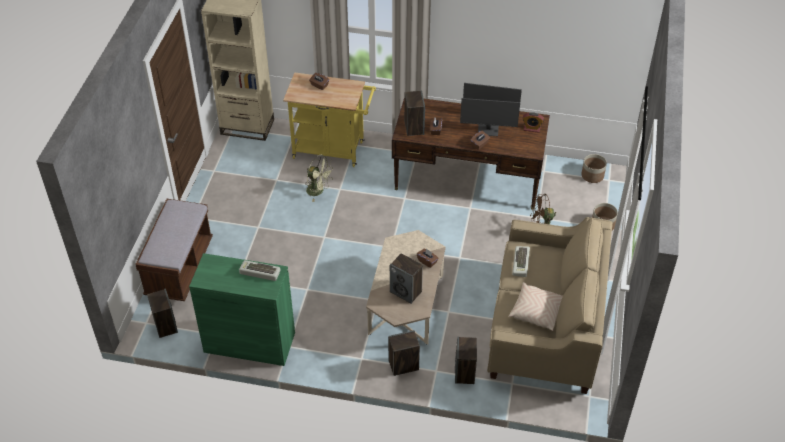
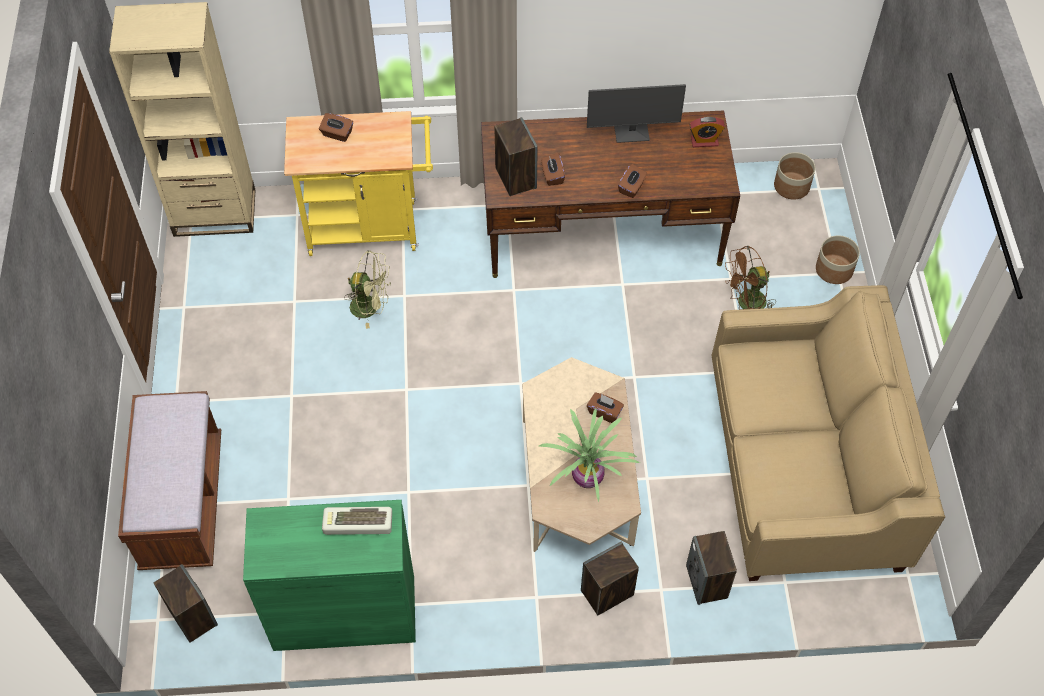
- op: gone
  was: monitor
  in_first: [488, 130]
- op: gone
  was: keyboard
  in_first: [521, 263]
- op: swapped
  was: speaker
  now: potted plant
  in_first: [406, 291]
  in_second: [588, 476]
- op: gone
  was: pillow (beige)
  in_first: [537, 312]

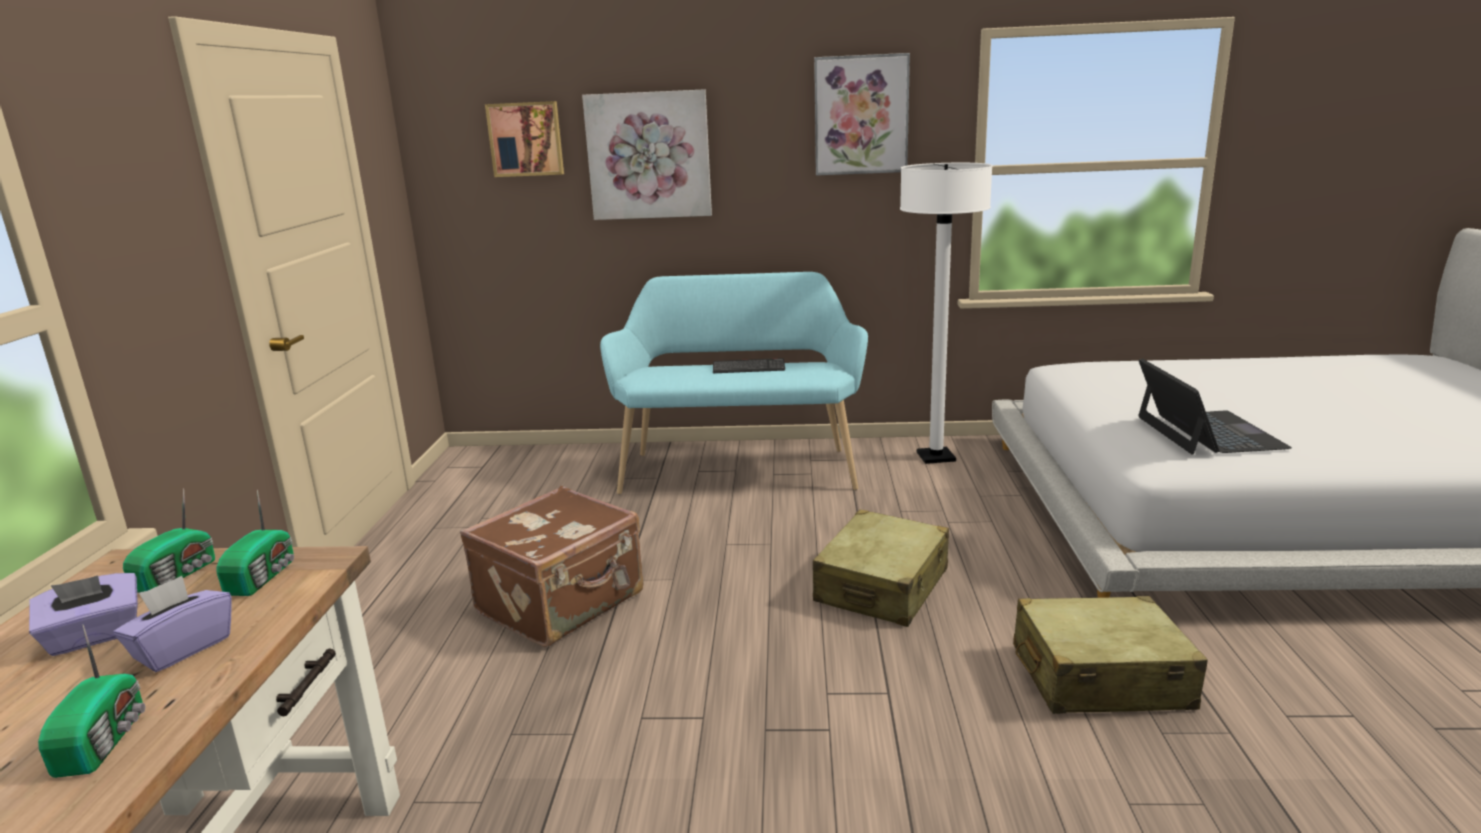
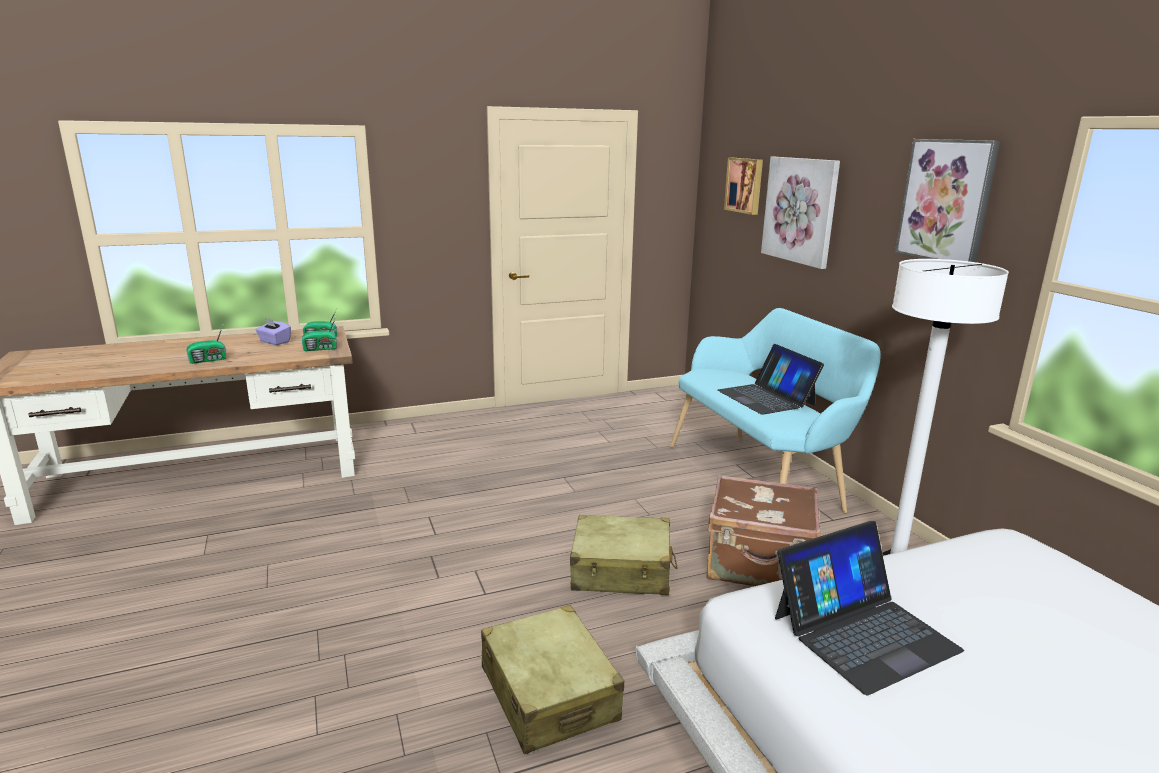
- op: swapped
  was: keyboard
  now: laptop
  in_first: [748, 368]
  in_second: [766, 397]
- op: shifted
  was: suitcase (brown)
  in_first: [563, 603]
  in_second: [759, 566]
- op: gone
  was: tissue box (purple)
  in_first: [183, 648]

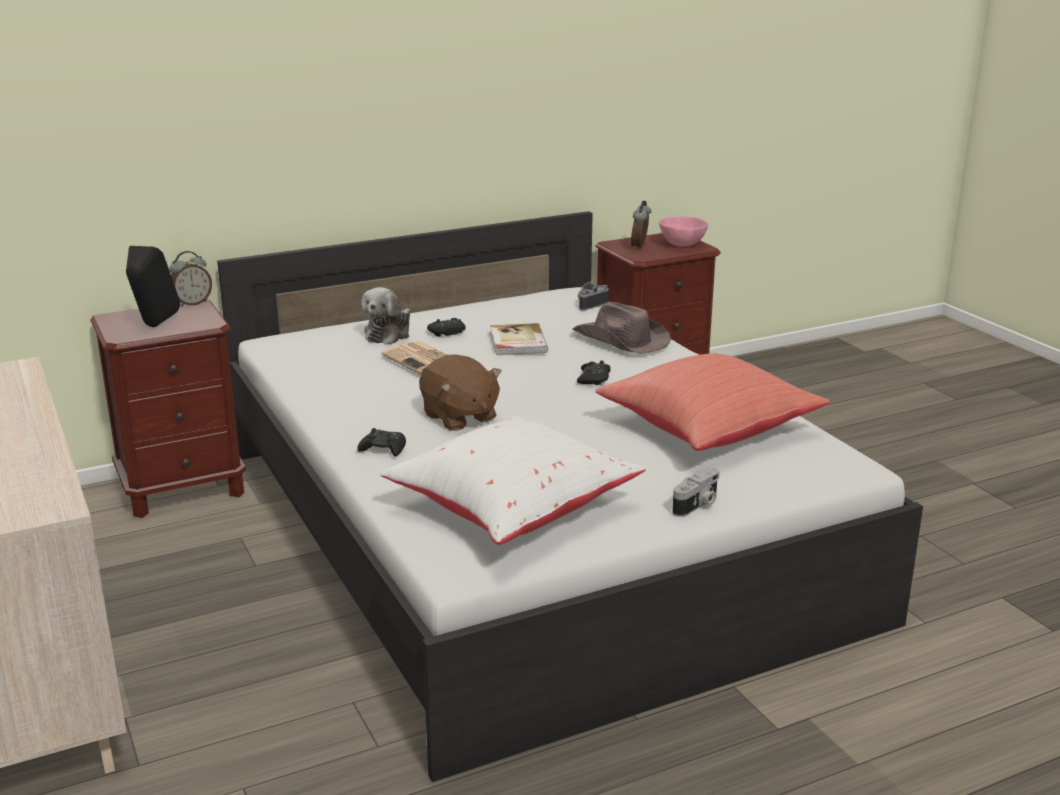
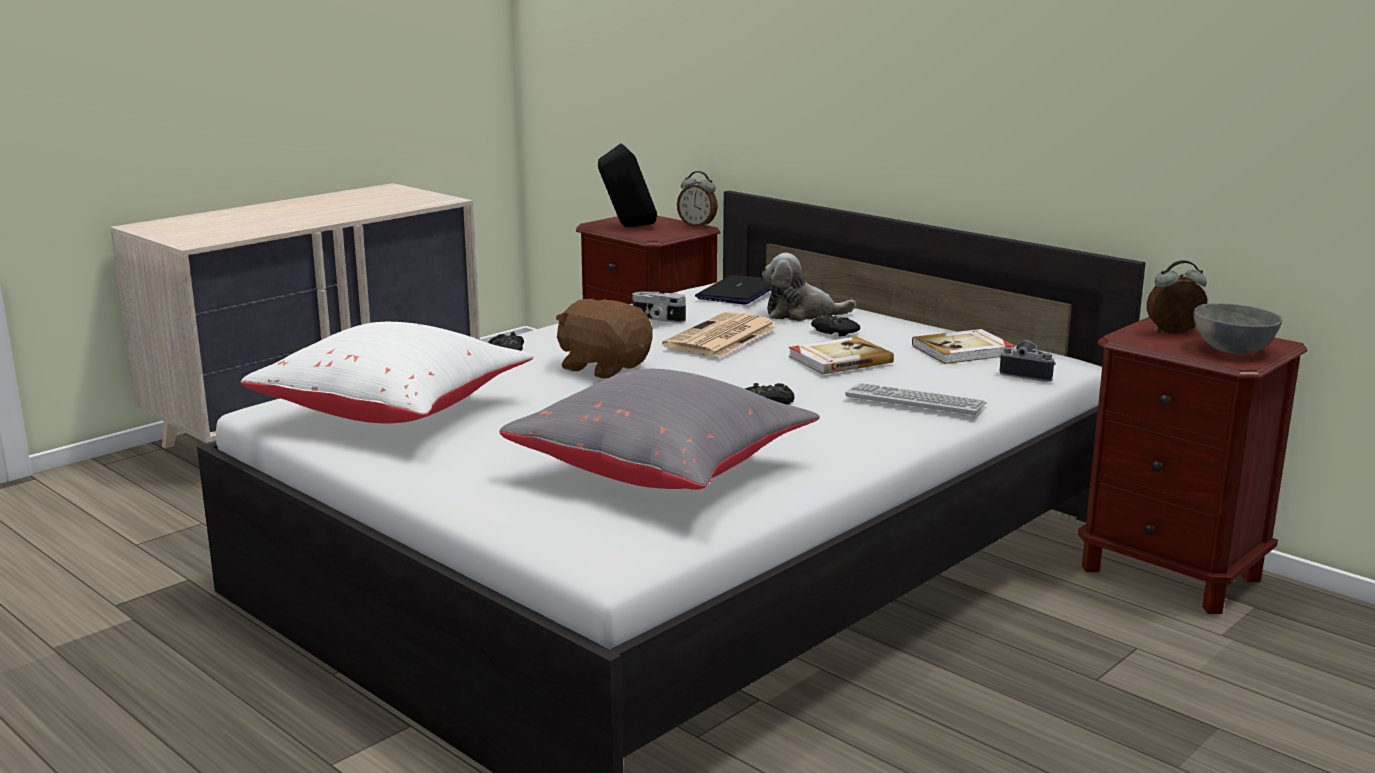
- op: repainted
  was: bowl (pink)
  now: bowl (grey)
  in_first: [681, 244]
  in_second: [1230, 349]
- op: swapped
  was: hat (brown)
  now: keyboard
  in_first: [621, 340]
  in_second: [915, 401]
- op: repainted
  was: pillow (red)
  now: pillow (grey)
  in_first: [706, 429]
  in_second: [663, 471]
- op: rotated
  was: plush toy (brown)
  in_first: [459, 417]
  in_second: [604, 367]
  clockwise: 90
- op: shifted
  was: photo camera
  in_first: [697, 505]
  in_second: [657, 319]
- op: new
  now: laptop
  in_second: [738, 292]
- op: new
  now: book
  in_second: [964, 350]

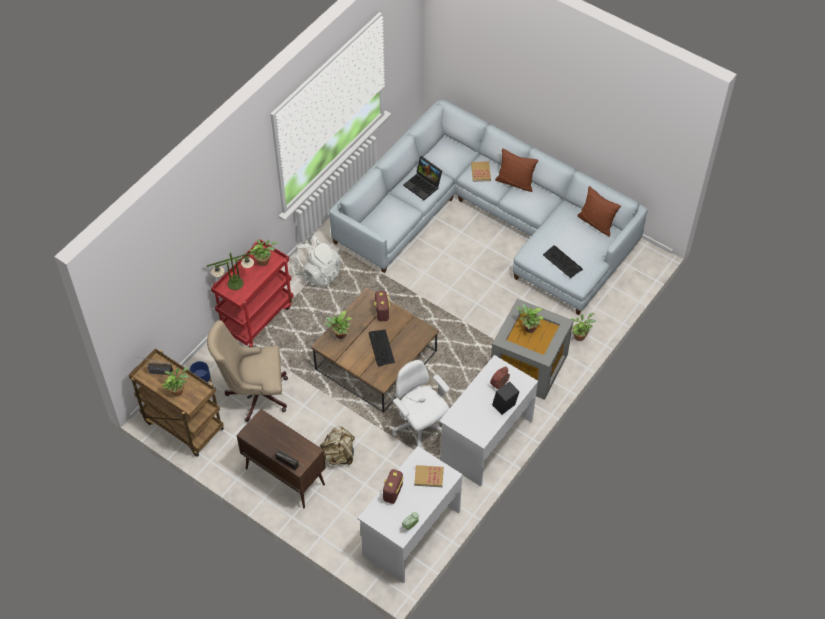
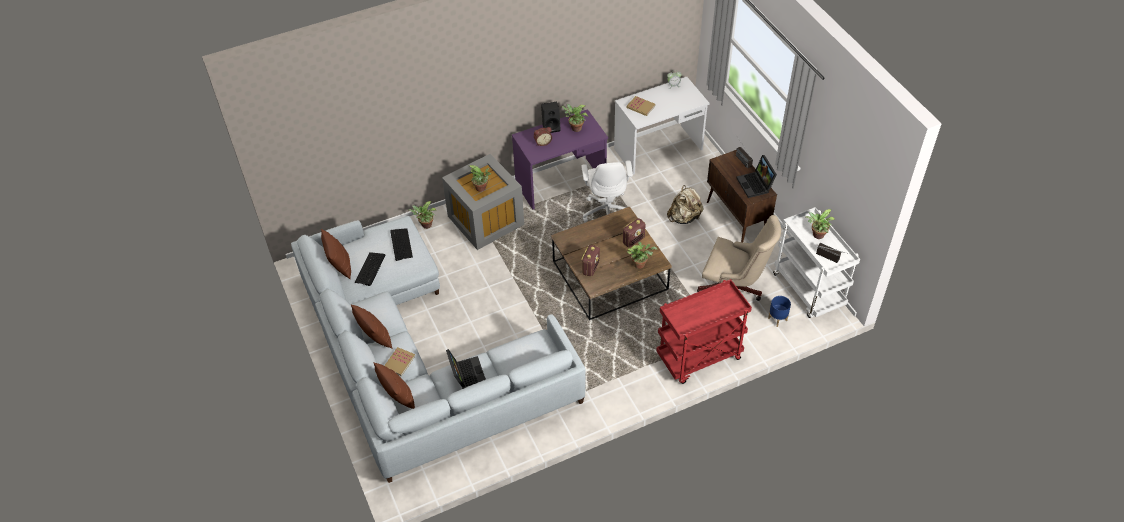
- op: gone
  was: backpack (white)
  in_first: [318, 273]
- op: shifted
  was: potted plant
  in_first: [264, 261]
  in_second: [575, 128]
- op: gone
  was: table lamp
  in_first: [235, 284]
- op: shifted
  was: keyboard
  in_first: [381, 348]
  in_second: [370, 269]
- op: repainted
  was: cart (brown)
  now: cart (white)
  in_first: [182, 425]
  in_second: [809, 291]
- op: repainted
  was: desk (white)
  now: desk (purple)
  in_first: [485, 440]
  in_second: [561, 184]
- op: shifted
  was: radio
  in_first: [393, 493]
  in_second: [633, 240]
- op: new
  now: laptop
  in_second: [756, 185]
- op: new
  now: pillow (brown)
  in_second: [398, 396]

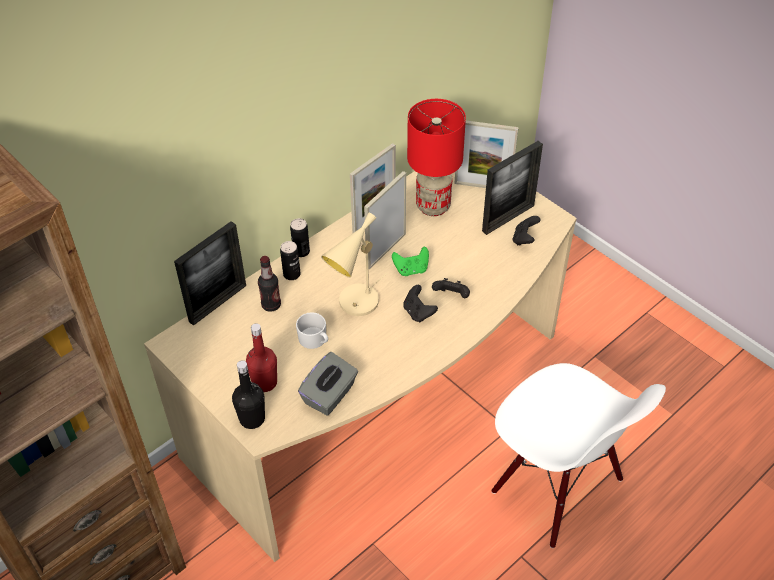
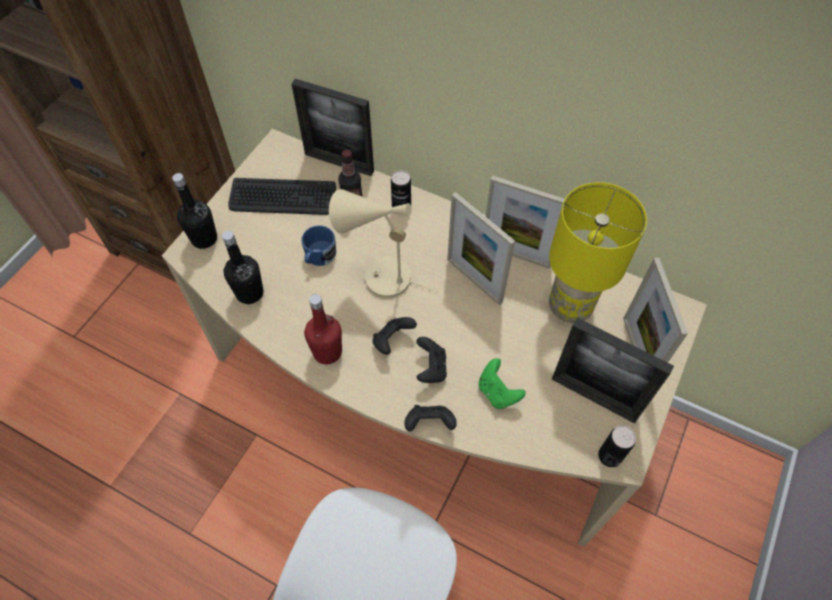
- op: repainted
  was: table lamp (red)
  now: table lamp (yellow)
  in_first: [433, 206]
  in_second: [571, 307]
- op: rotated
  was: picture frame
  in_first: [386, 250]
  in_second: [474, 280]
  clockwise: -150
- op: shifted
  was: game controller (black)
  in_first: [524, 239]
  in_second: [429, 423]
- op: shifted
  was: can
  in_first: [301, 251]
  in_second: [609, 456]
- op: shifted
  was: game controller (green)
  in_first: [411, 270]
  in_second: [497, 392]
- op: repainted
  was: mug (white)
  now: mug (blue)
  in_first: [315, 340]
  in_second: [318, 256]
- op: shifted
  was: bottle (red)
  in_first: [264, 382]
  in_second: [327, 352]
- op: swapped
  was: tissue box (grey)
  now: bottle (black)
  in_first: [330, 395]
  in_second: [250, 293]
- op: new
  now: keyboard
  in_second: [282, 198]

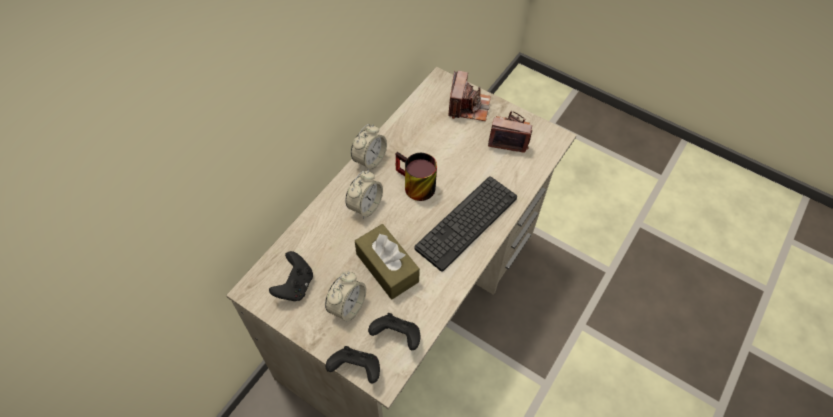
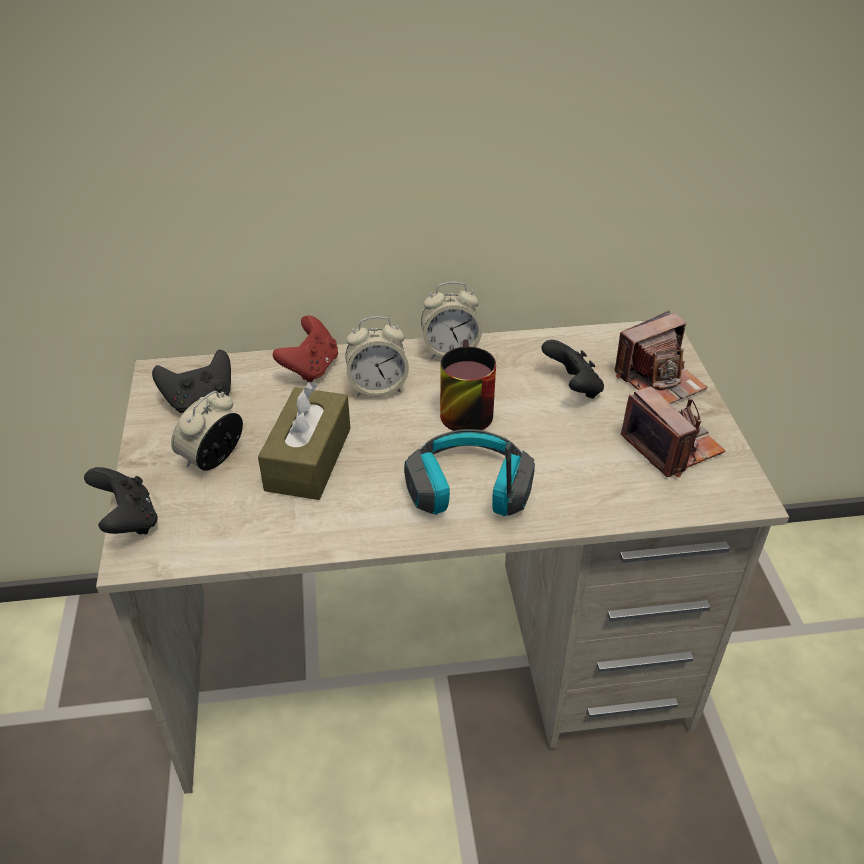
- op: swapped
  was: keyboard
  now: headphones
  in_first: [466, 223]
  in_second: [468, 490]
- op: rotated
  was: alarm clock
  in_first: [347, 306]
  in_second: [213, 459]
  clockwise: 135
- op: shifted
  was: game controller (black)
  in_first: [397, 336]
  in_second: [573, 388]
- op: new
  now: game controller (red)
  in_second: [311, 368]

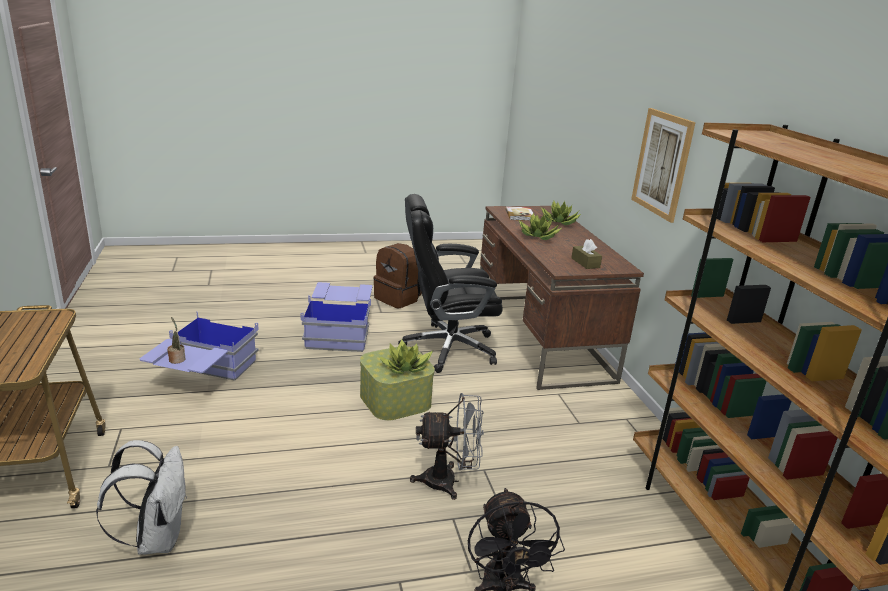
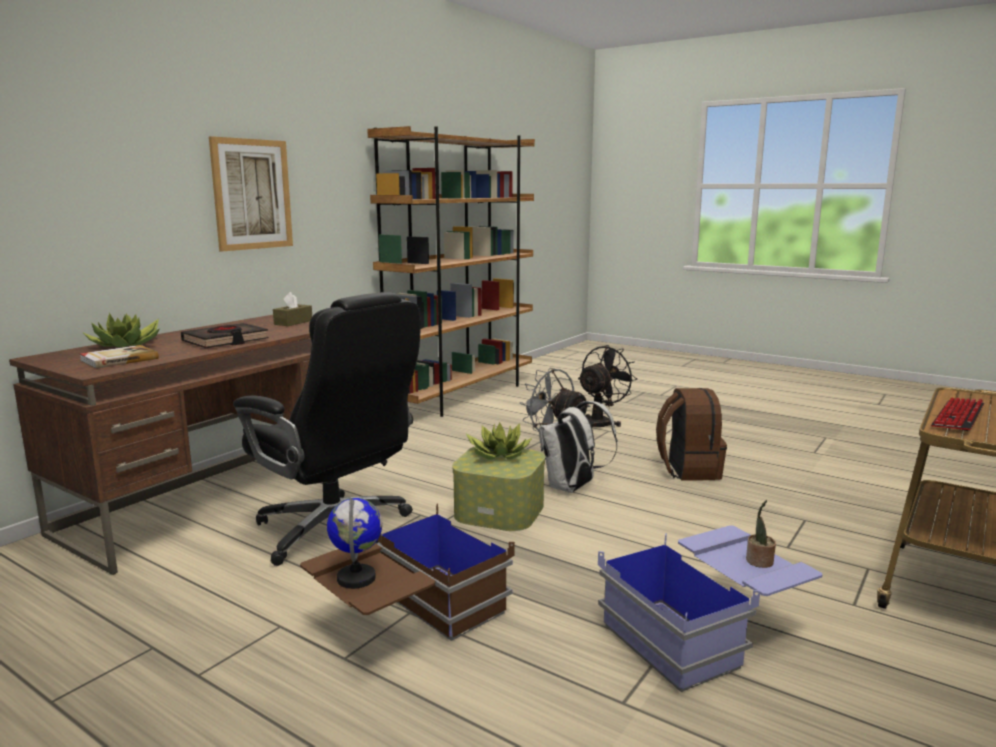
- op: swapped
  was: potted plant
  now: book (black)
  in_first: [538, 236]
  in_second: [225, 341]
- op: shifted
  was: backpack (brown)
  in_first: [398, 299]
  in_second: [688, 470]
- op: repainted
  was: storage box (blue)
  now: storage box (brown)
  in_first: [340, 331]
  in_second: [409, 619]
- op: shifted
  was: backpack (white)
  in_first: [157, 537]
  in_second: [572, 488]
- op: new
  now: keyboard
  in_second: [958, 416]
- op: new
  now: globe
  in_second: [357, 578]

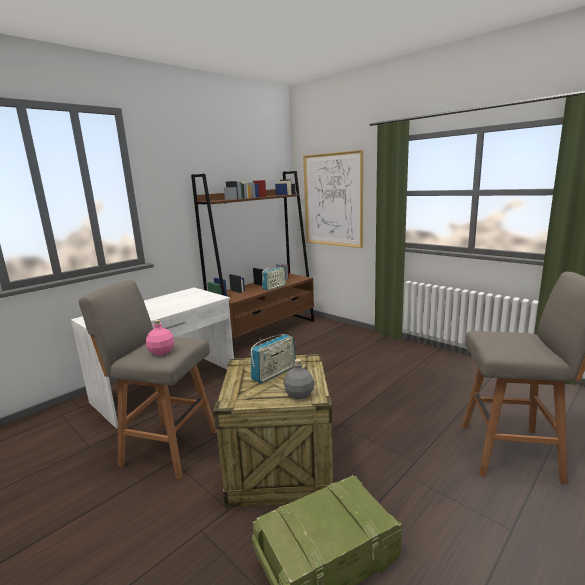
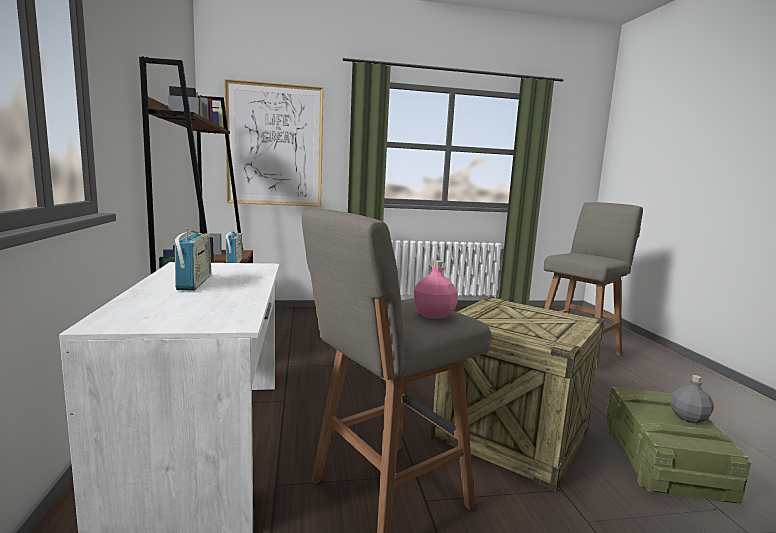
- op: shifted
  was: radio
  in_first: [274, 373]
  in_second: [194, 283]
- op: shifted
  was: bottle (grey)
  in_first: [299, 394]
  in_second: [688, 417]

